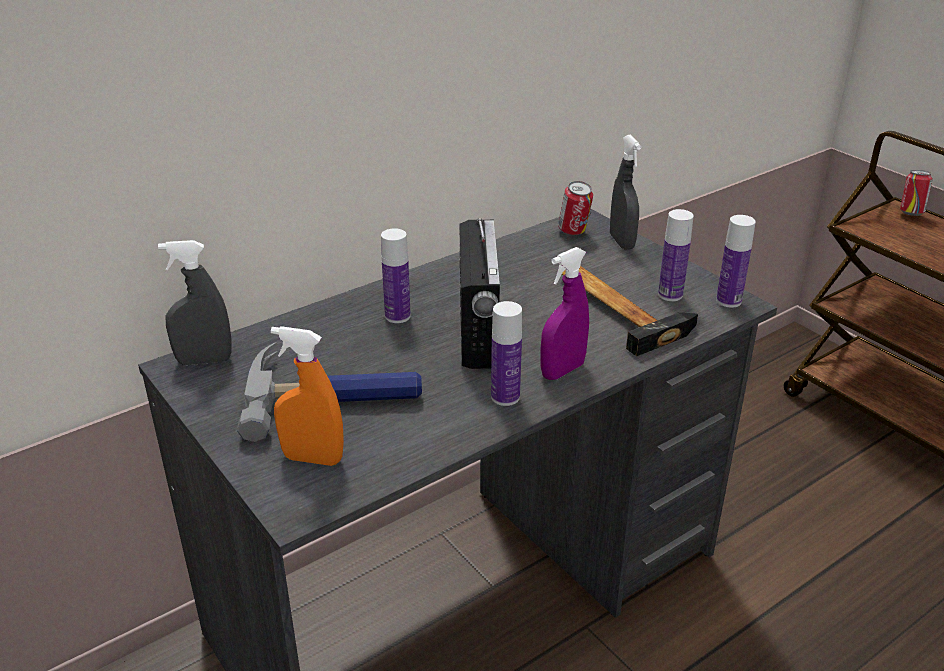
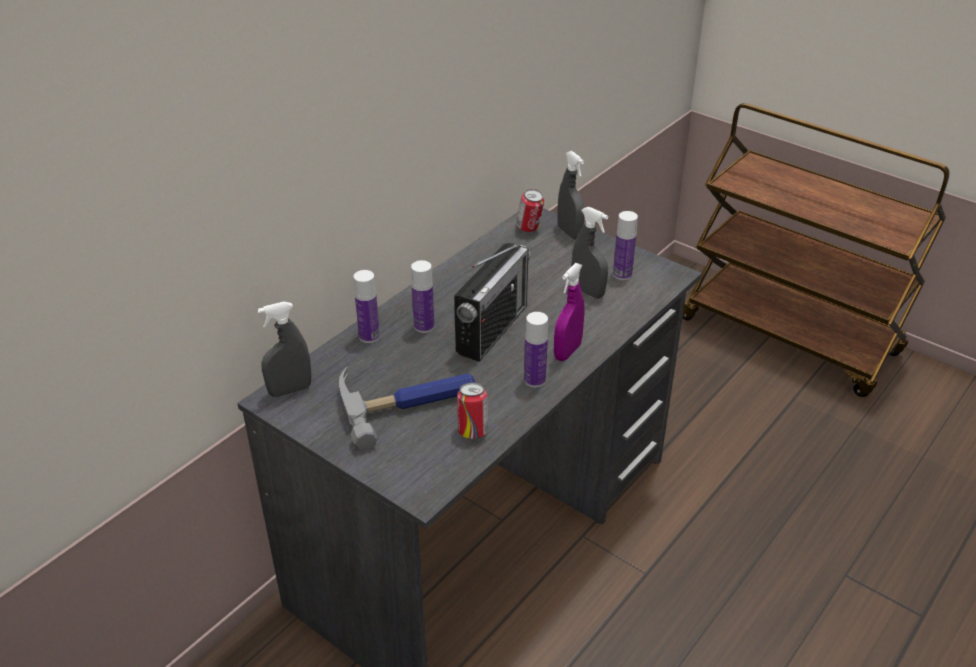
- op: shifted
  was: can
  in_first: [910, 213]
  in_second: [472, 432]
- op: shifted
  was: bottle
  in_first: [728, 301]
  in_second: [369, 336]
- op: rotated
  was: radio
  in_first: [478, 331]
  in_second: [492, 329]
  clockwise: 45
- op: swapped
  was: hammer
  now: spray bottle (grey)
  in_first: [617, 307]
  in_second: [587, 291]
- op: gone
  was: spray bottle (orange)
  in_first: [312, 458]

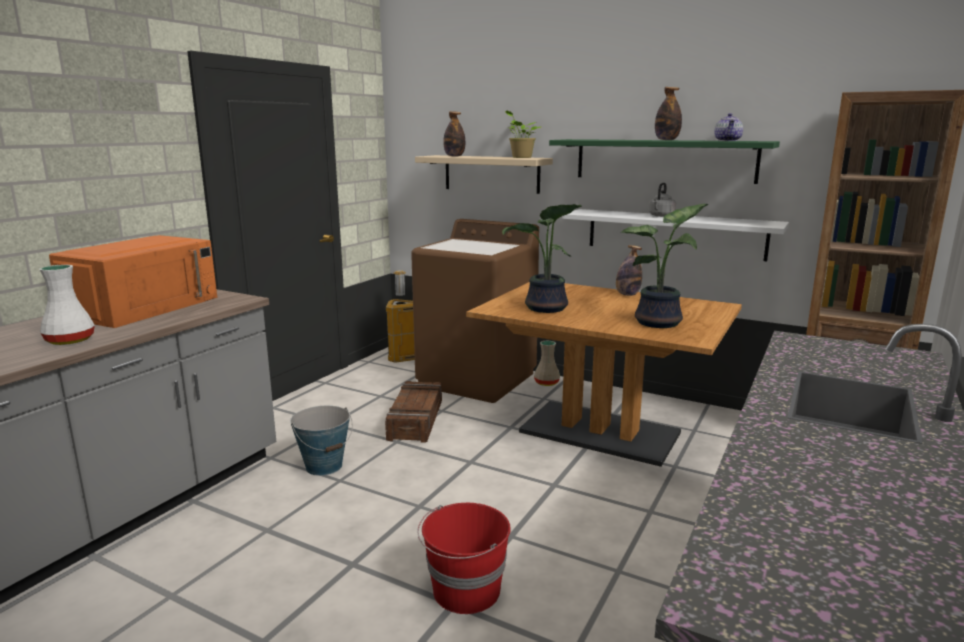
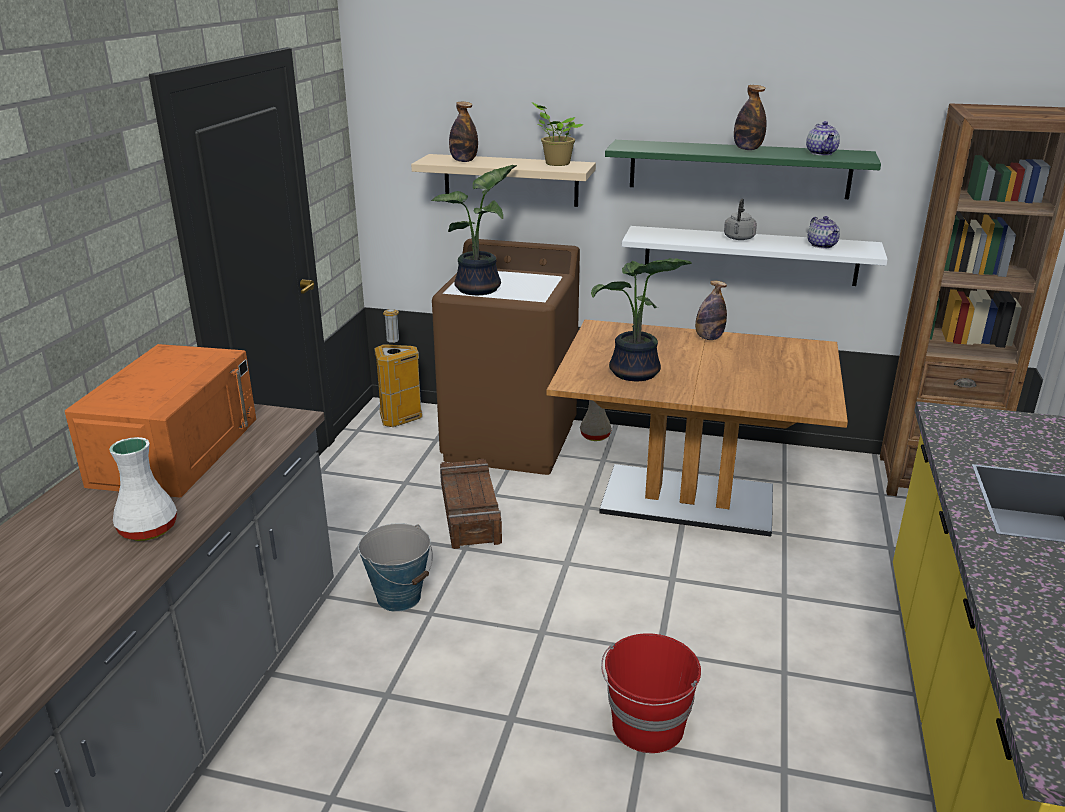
- op: shifted
  was: potted plant
  in_first: [661, 323]
  in_second: [481, 289]
- op: new
  now: teapot
  in_second: [822, 245]

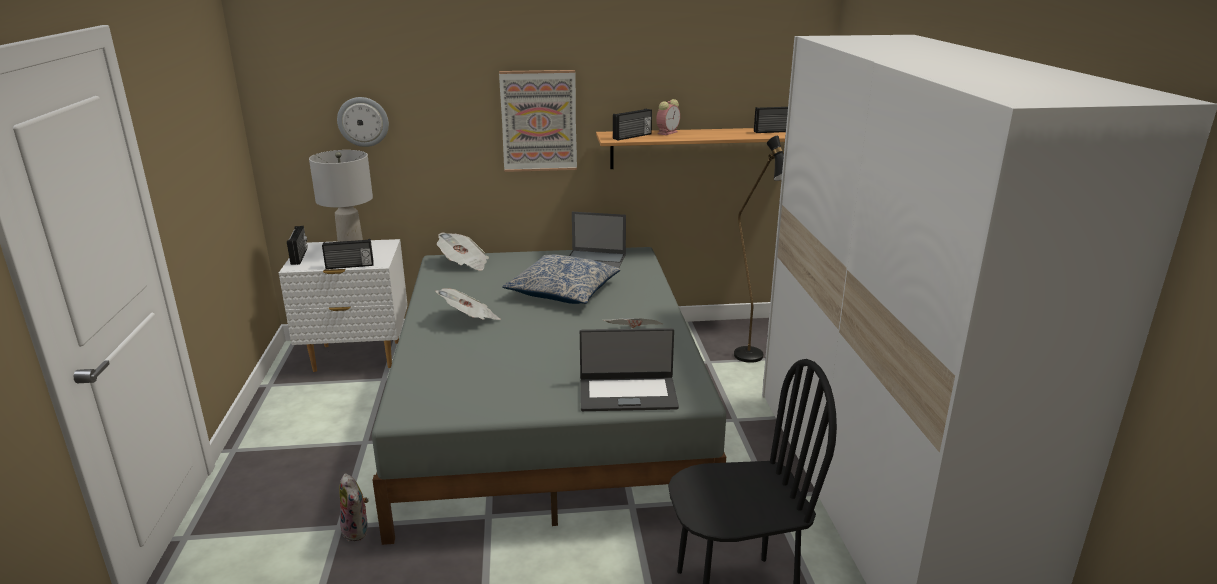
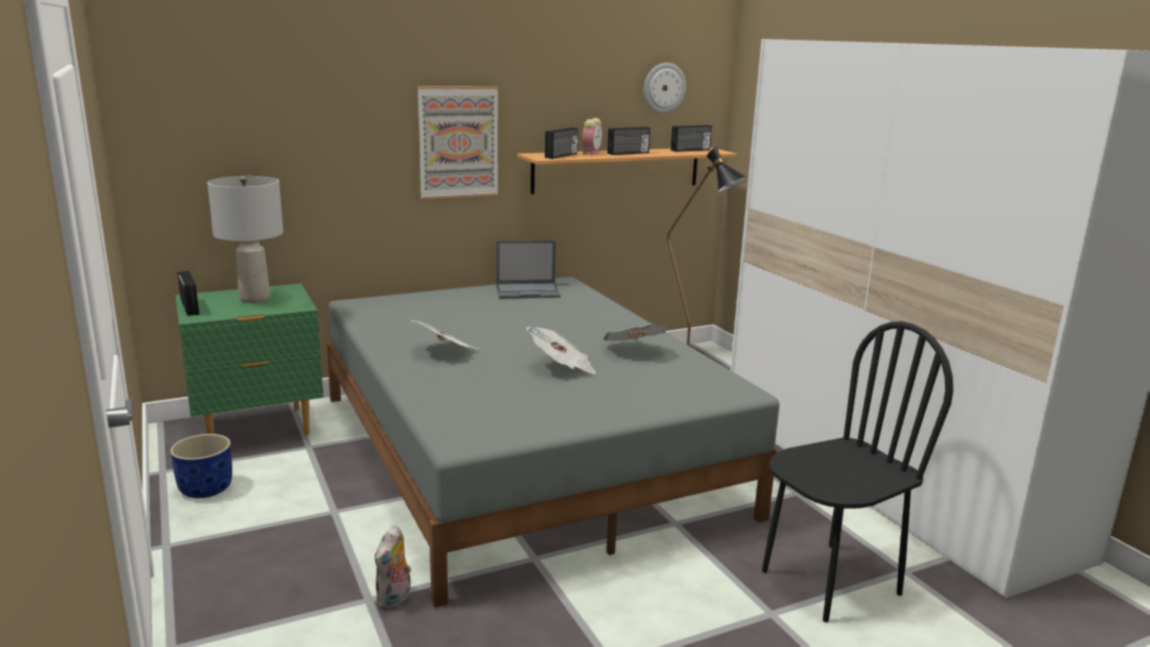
- op: shifted
  was: wall clock
  in_first: [363, 121]
  in_second: [664, 88]
- op: shifted
  was: newspaper
  in_first: [464, 264]
  in_second: [562, 368]
- op: repainted
  was: nightstand (white)
  now: nightstand (green)
  in_first: [357, 357]
  in_second: [257, 429]
- op: shifted
  was: radio
  in_first: [349, 266]
  in_second: [628, 153]
- op: gone
  was: pillow
  in_first: [563, 291]
- op: gone
  was: laptop
  in_first: [627, 394]
- op: rotated
  was: plush toy
  in_first: [358, 531]
  in_second: [395, 599]
  clockwise: 75
- op: new
  now: planter (blue)
  in_second: [206, 488]

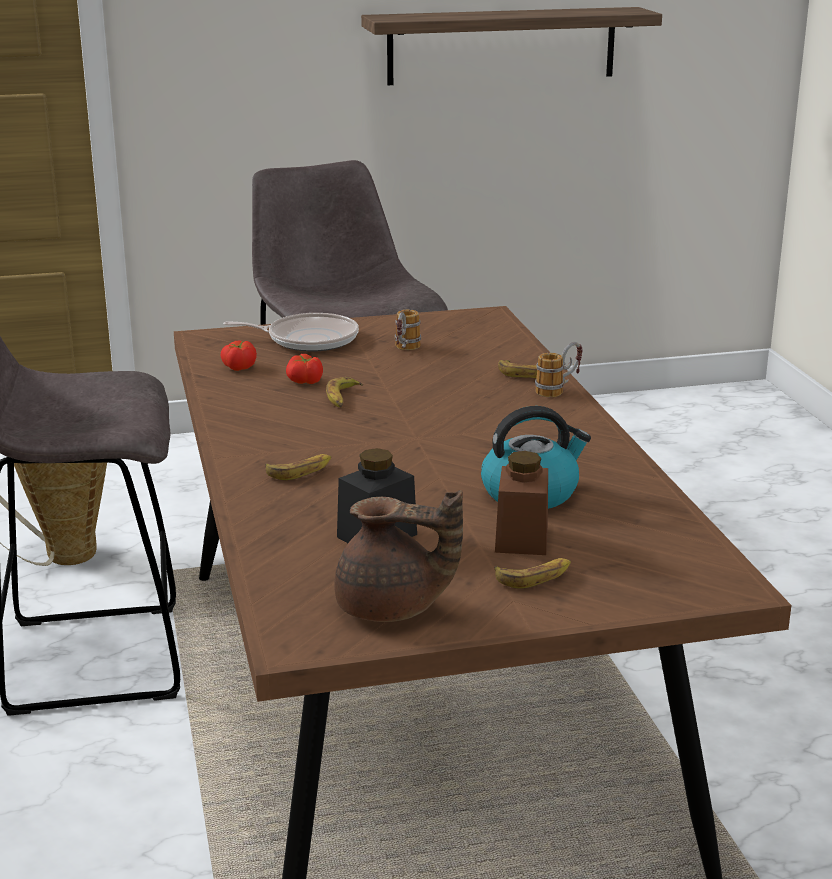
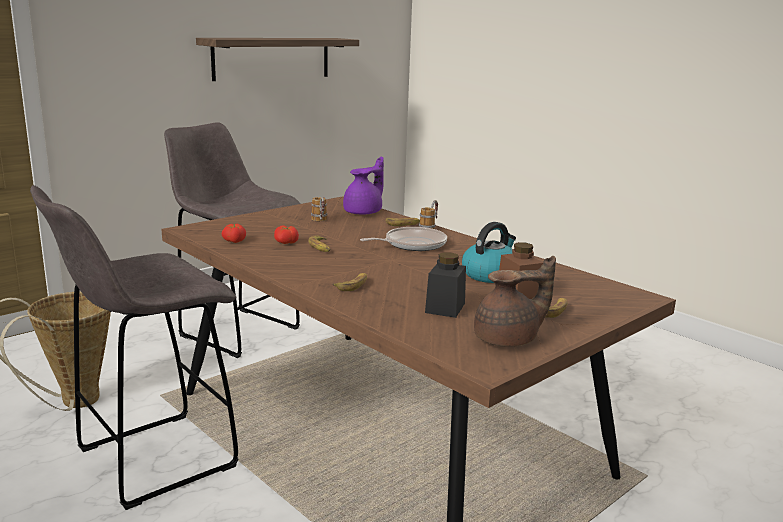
- op: shifted
  was: frying pan
  in_first: [308, 339]
  in_second: [412, 244]
- op: new
  now: teapot (purple)
  in_second: [364, 212]

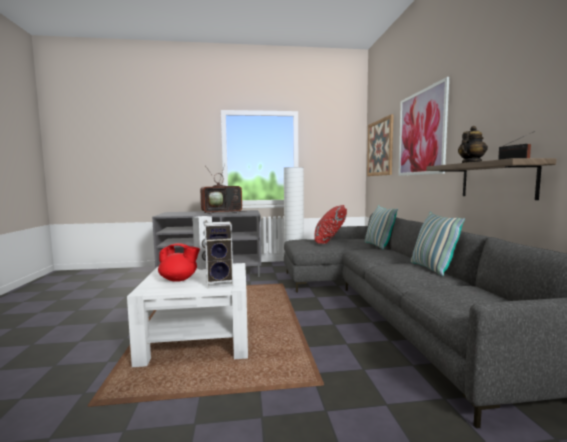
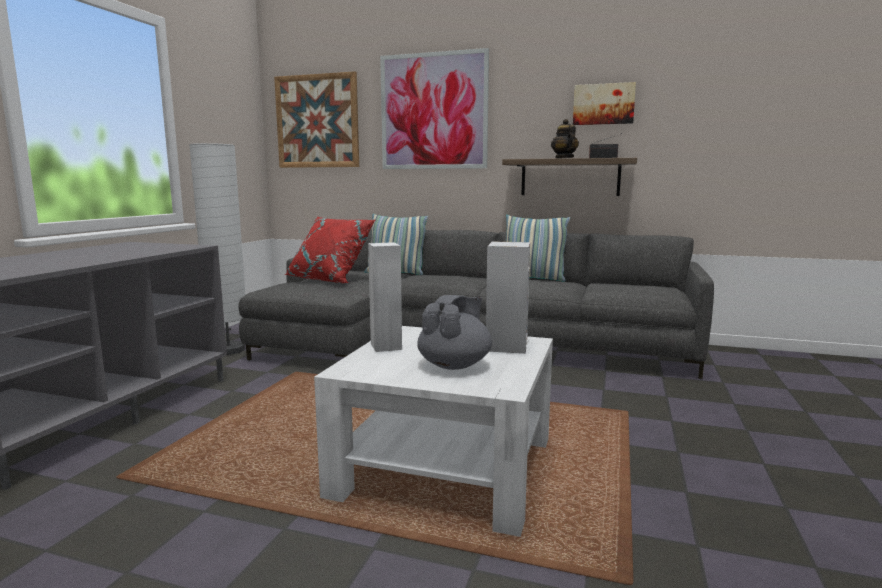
- op: gone
  was: television
  in_first: [222, 213]
- op: repainted
  was: teapot (red)
  now: teapot (grey)
  in_first: [179, 279]
  in_second: [455, 365]
- op: new
  now: picture
  in_second: [603, 104]

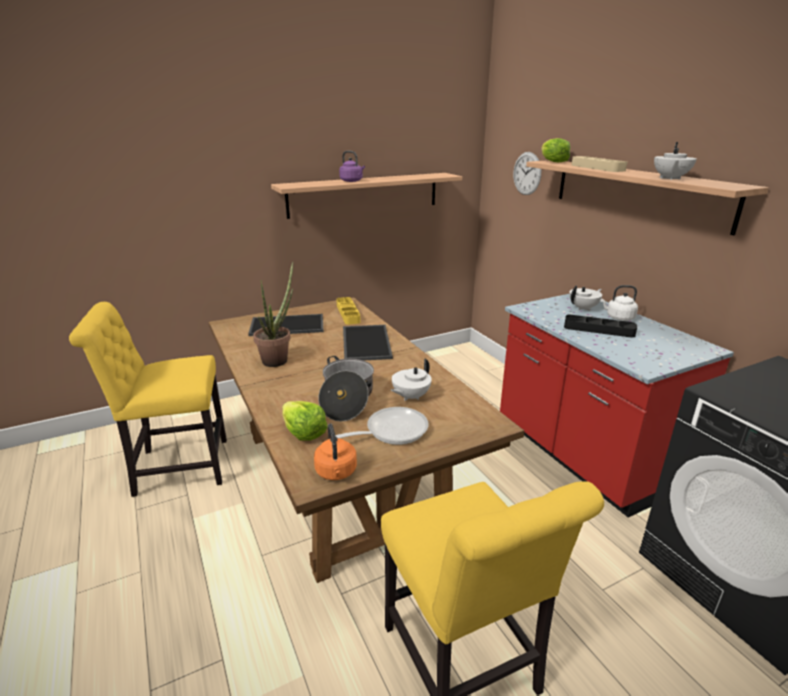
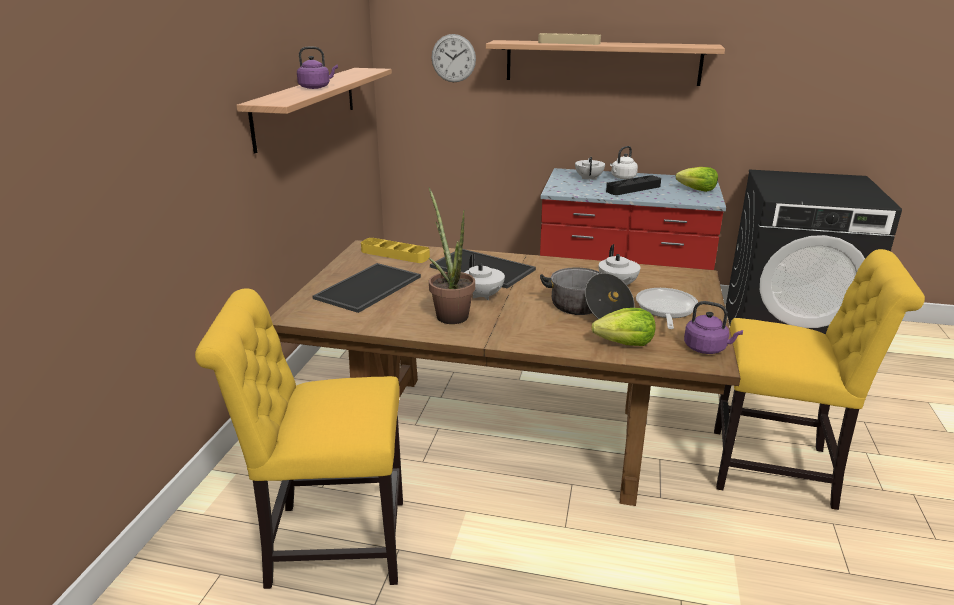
- op: shifted
  was: lettuce
  in_first: [553, 161]
  in_second: [697, 190]
- op: shifted
  was: teapot (white)
  in_first: [670, 178]
  in_second: [483, 296]
- op: rotated
  was: chair (yellow)
  in_first: [176, 467]
  in_second: [329, 543]
  clockwise: 60
- op: repainted
  was: kettle (orange)
  now: kettle (purple)
  in_first: [336, 473]
  in_second: [707, 348]

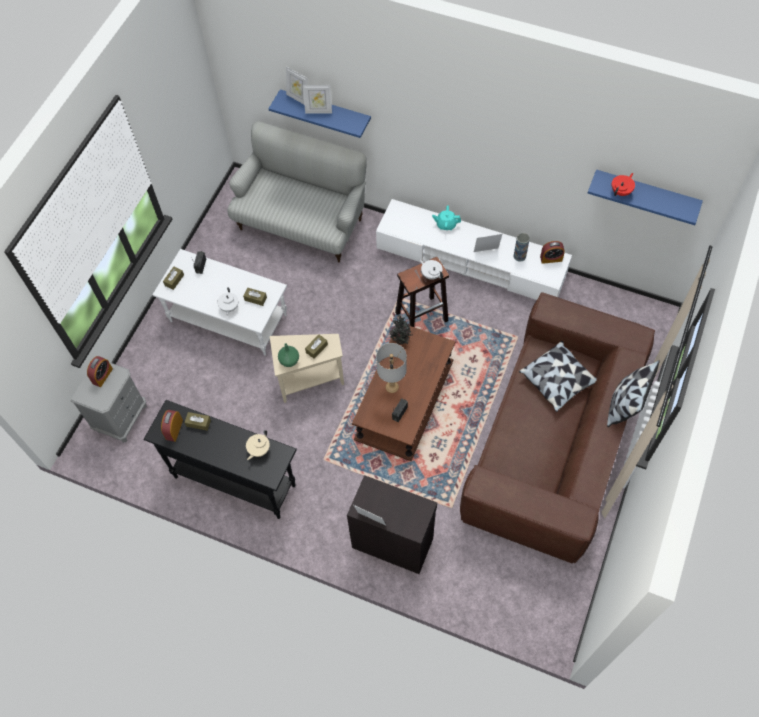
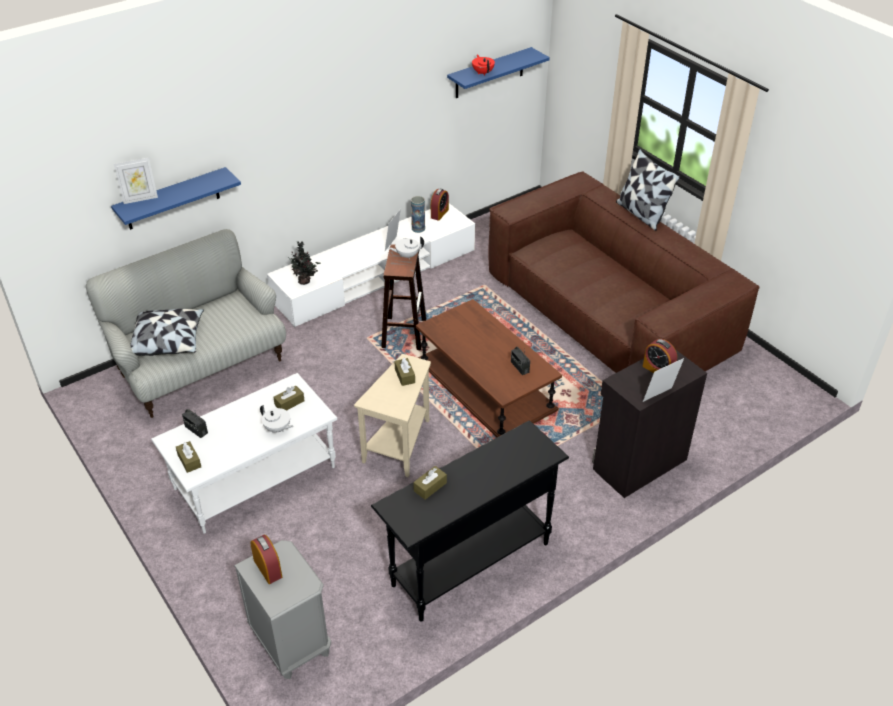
- op: gone
  was: picture frame
  in_first: [318, 111]
- op: gone
  was: teapot (turquoise)
  in_first: [446, 224]
- op: shifted
  was: potted plant
  in_first: [401, 340]
  in_second: [305, 281]
- op: shifted
  was: pillow
  in_first: [557, 381]
  in_second: [169, 341]
- op: gone
  was: vase (green)
  in_first: [289, 361]
- op: gone
  was: table lamp (grey)
  in_first: [391, 387]
- op: shifted
  was: alarm clock
  in_first: [174, 429]
  in_second: [658, 370]
- op: gone
  was: teapot (beige)
  in_first: [258, 450]

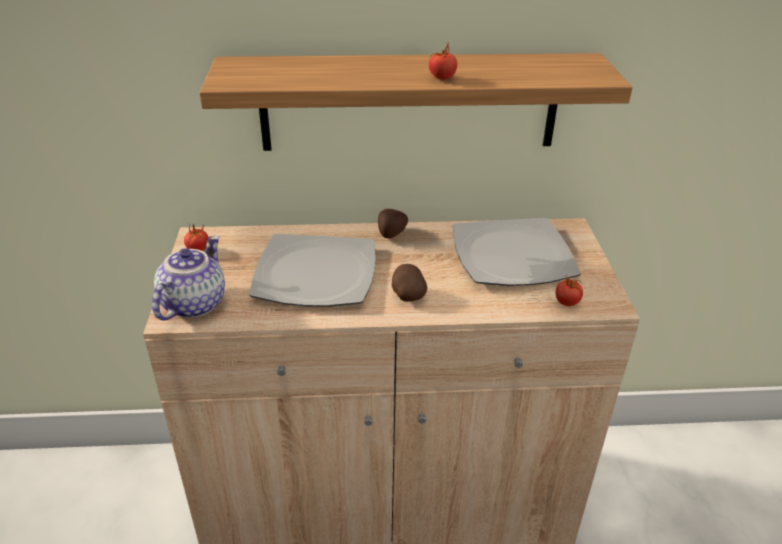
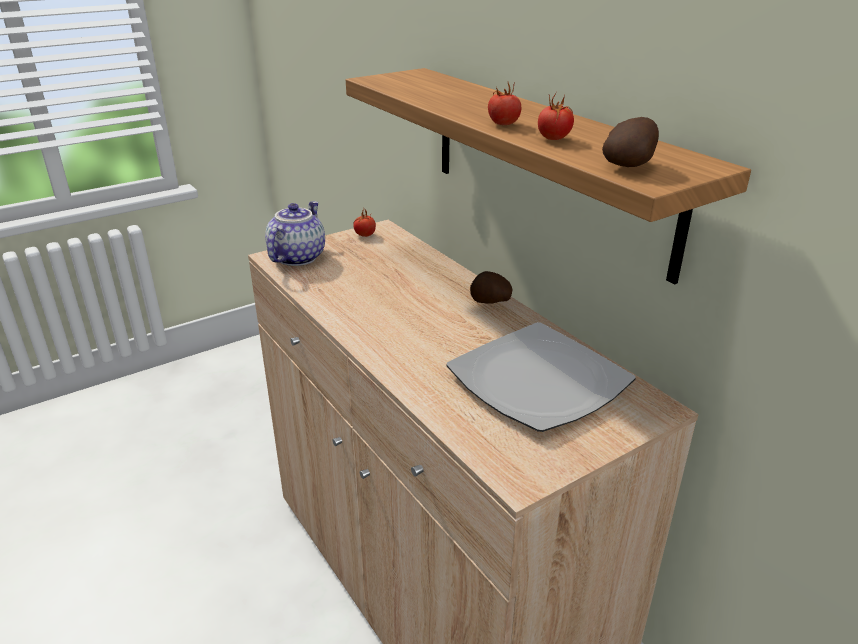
- op: gone
  was: plate
  in_first: [317, 273]
- op: rotated
  was: teapot
  in_first: [193, 303]
  in_second: [296, 257]
  clockwise: -60
- op: shifted
  was: potato
  in_first: [407, 294]
  in_second: [629, 166]
- op: shifted
  was: tomato
  in_first: [567, 302]
  in_second: [554, 139]

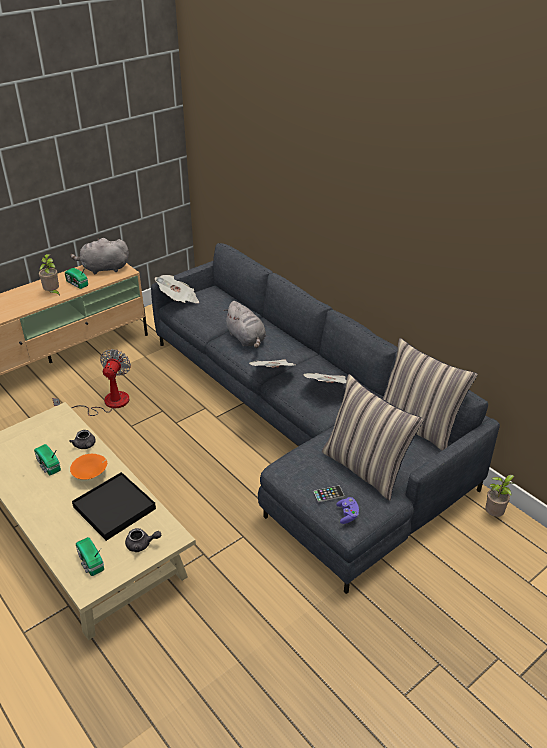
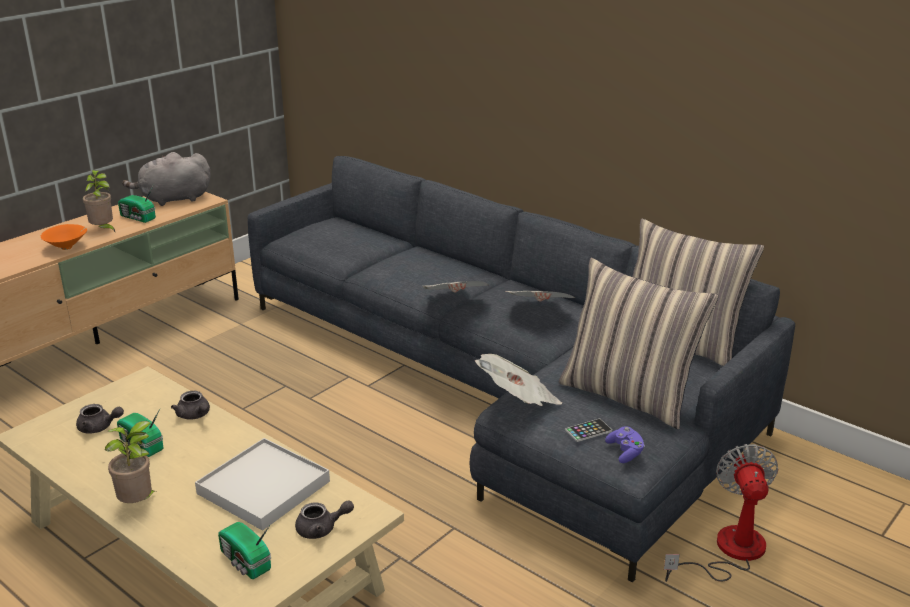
- op: shifted
  was: newspaper
  in_first: [178, 299]
  in_second: [518, 400]
- op: gone
  was: plush toy (grey)
  in_first: [246, 339]
- op: shifted
  was: fan
  in_first: [107, 403]
  in_second: [728, 552]
- op: shifted
  was: bowl (orange)
  in_first: [91, 475]
  in_second: [67, 247]
- op: repainted
  was: tray (black)
  now: tray (white)
  in_first: [114, 508]
  in_second: [263, 487]
- op: shifted
  was: potted plant
  in_first: [494, 514]
  in_second: [139, 503]
- op: new
  now: teapot (grey)
  in_second: [99, 428]

